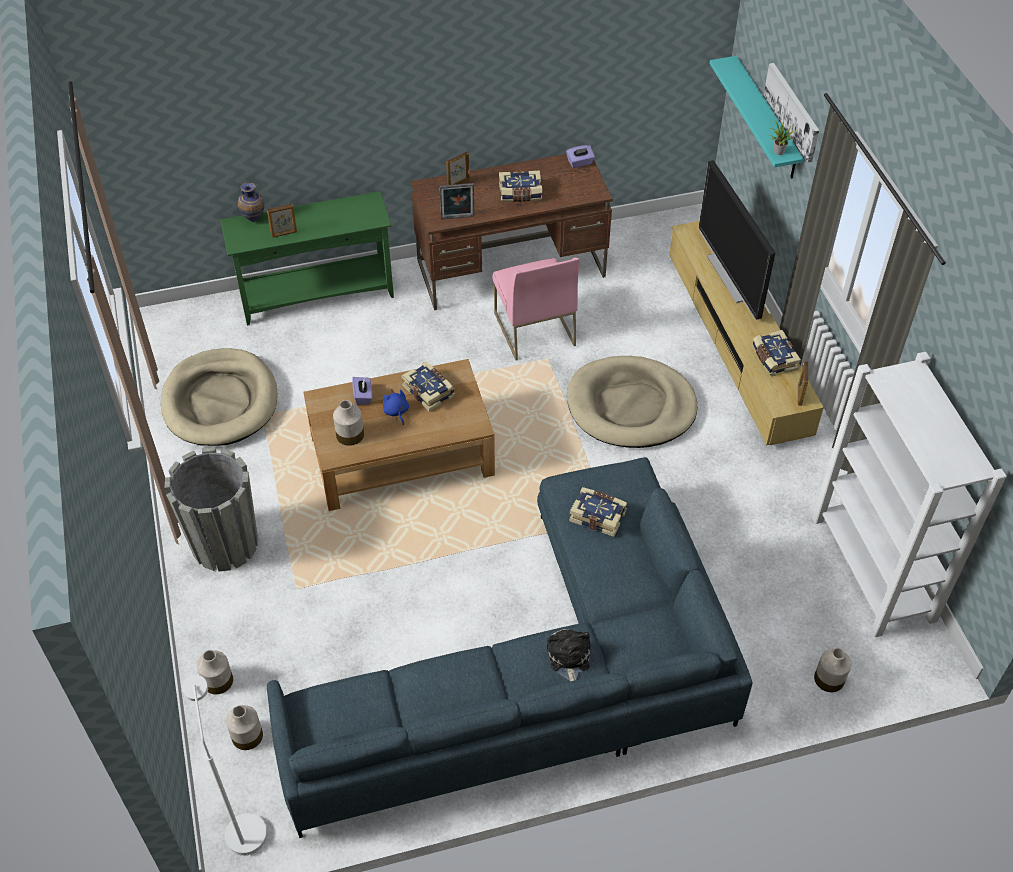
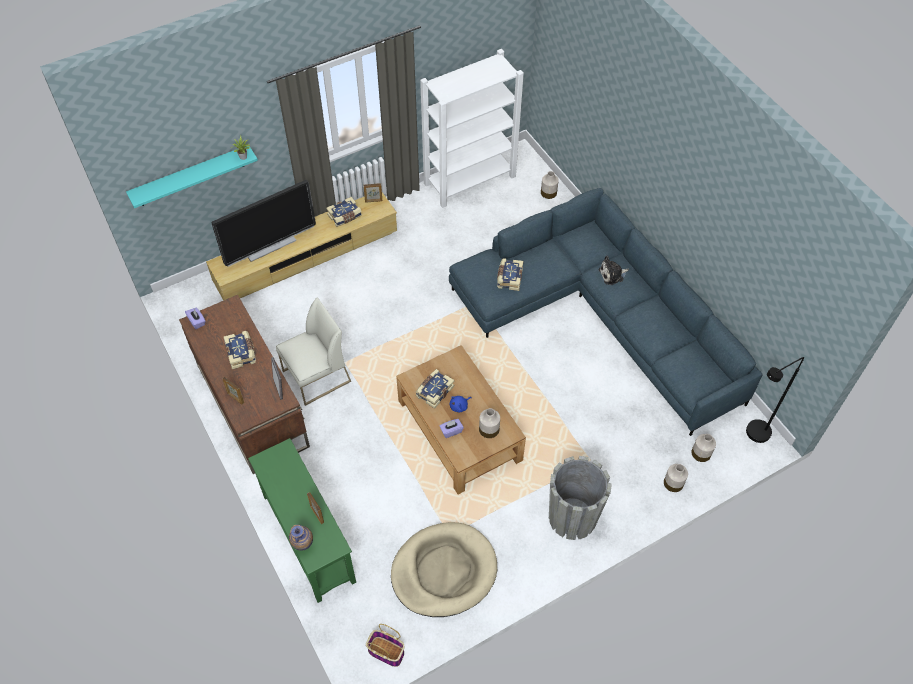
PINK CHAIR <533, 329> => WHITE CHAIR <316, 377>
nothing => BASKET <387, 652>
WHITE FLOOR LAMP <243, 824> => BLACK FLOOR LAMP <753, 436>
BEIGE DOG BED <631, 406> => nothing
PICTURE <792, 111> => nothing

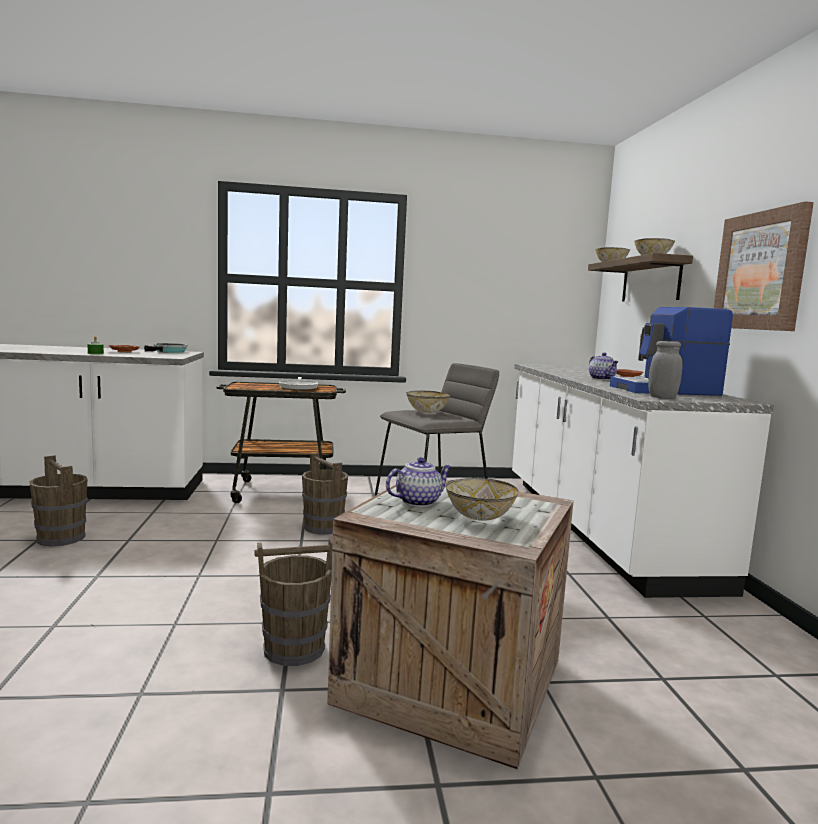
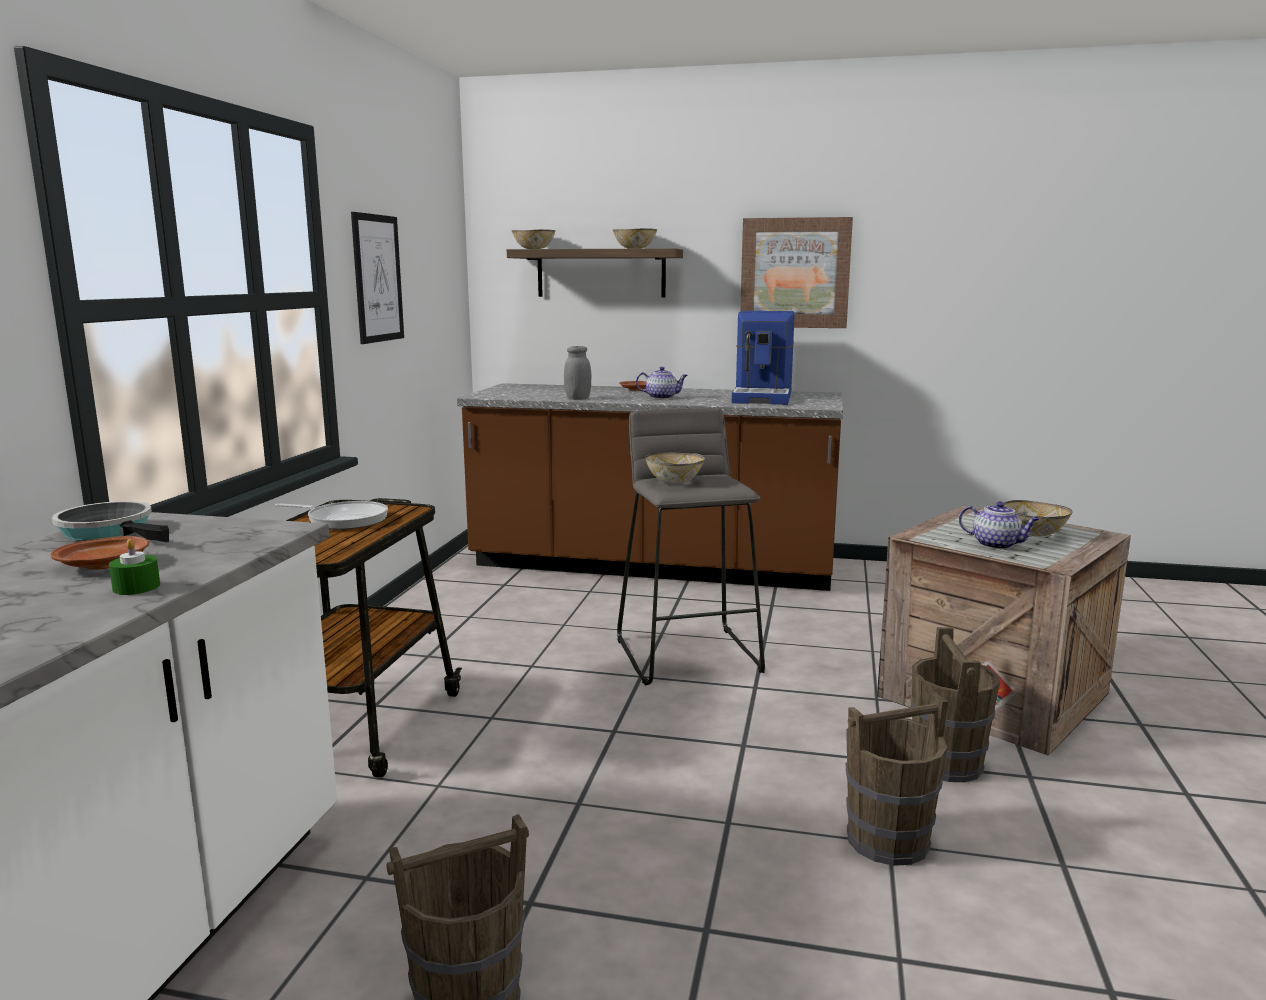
nothing => PICTURE <377, 278>
WHITE COUNTER <597, 527> => BROWN COUNTER <653, 566>
GREY JAR <662, 397> => GREY JAR <578, 399>, shifted
BROWN BUCKET <323, 527> => BROWN BUCKET <888, 840>, shifted
TEAPOT <418, 501> => TEAPOT <997, 545>, 135 degrees clockwise

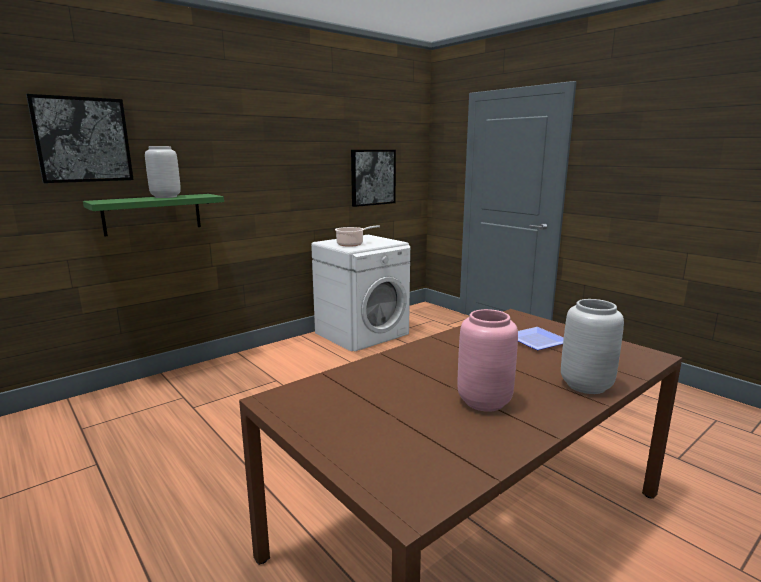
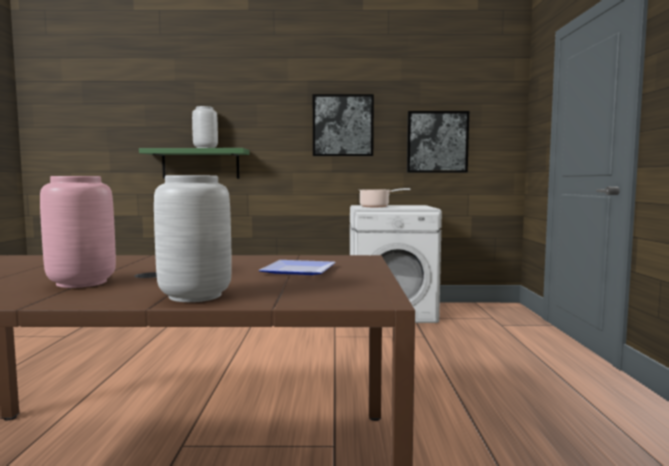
PICTURE <82, 140> => PICTURE <343, 125>, shifted

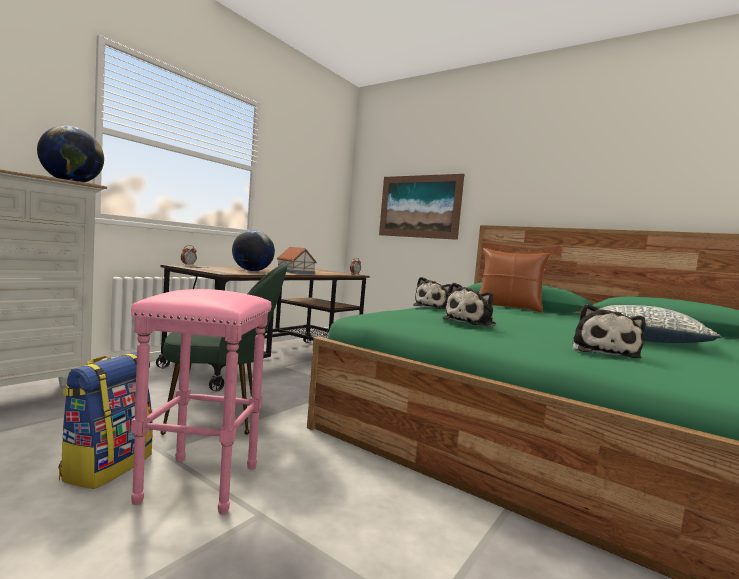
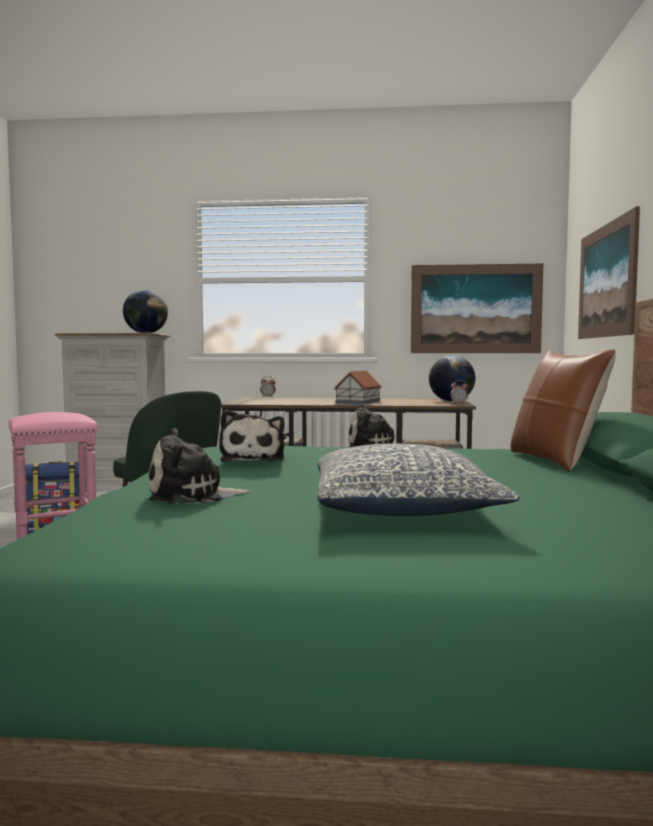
PLUSH TOY <471, 322> => PLUSH TOY <253, 459>, 105 degrees counterclockwise
nothing => PICTURE <475, 309>
GLOBE <252, 271> => GLOBE <451, 401>, shifted

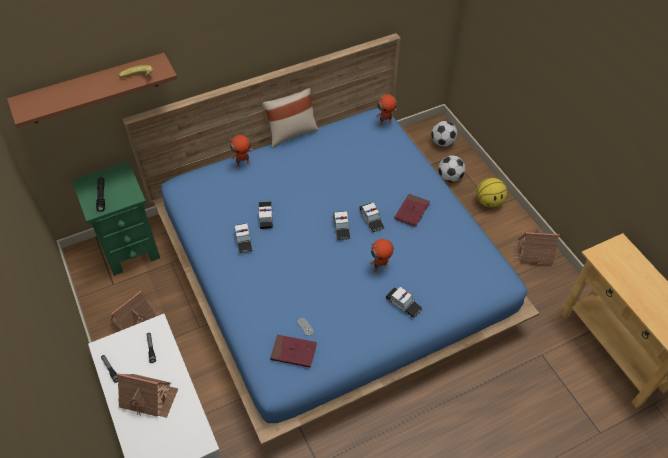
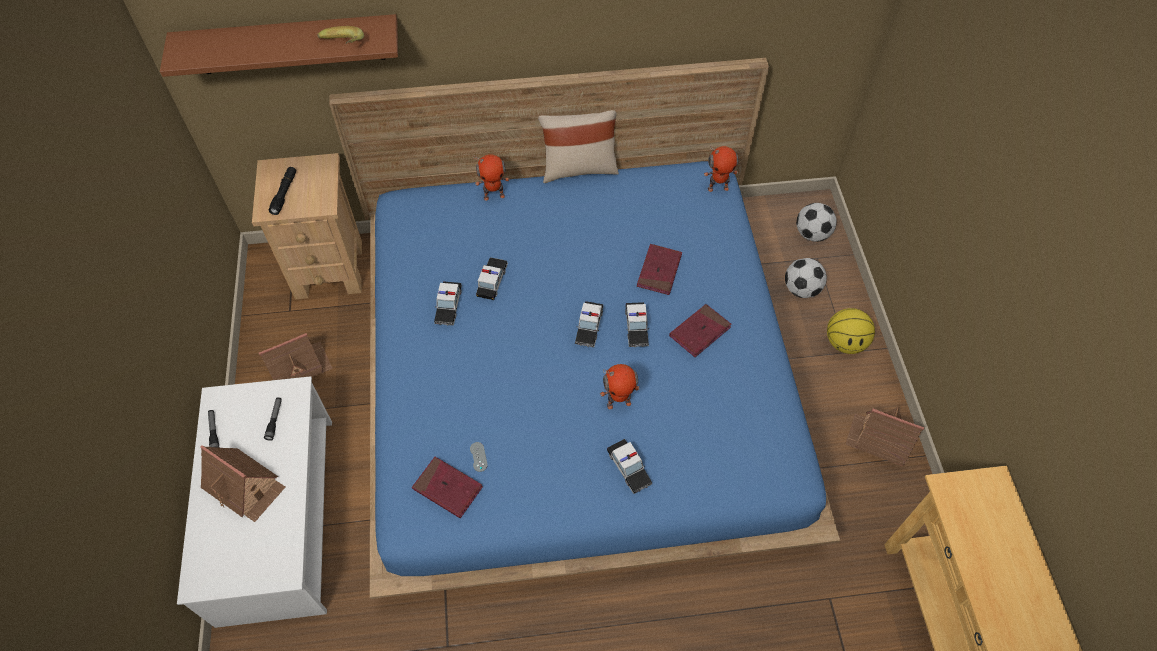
GREEN NIGHTSTAND <131, 250> => BEIGE NIGHTSTAND <330, 270>
nothing => RED BOOK <659, 271>

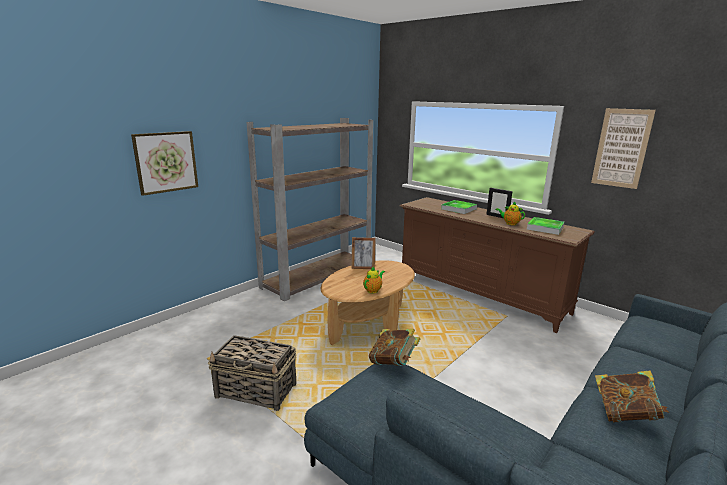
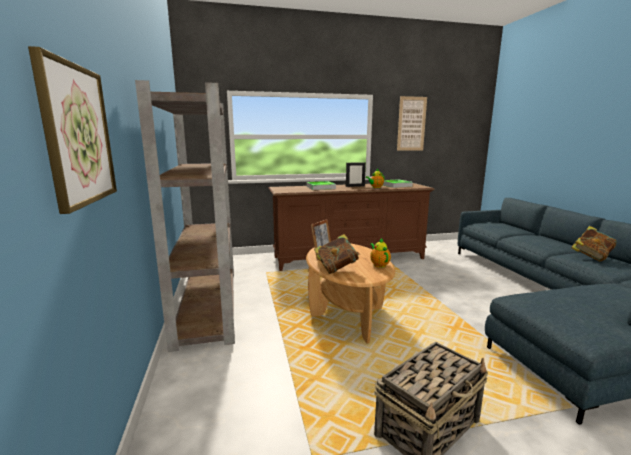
BOOK <393, 362> => BOOK <336, 268>, shifted

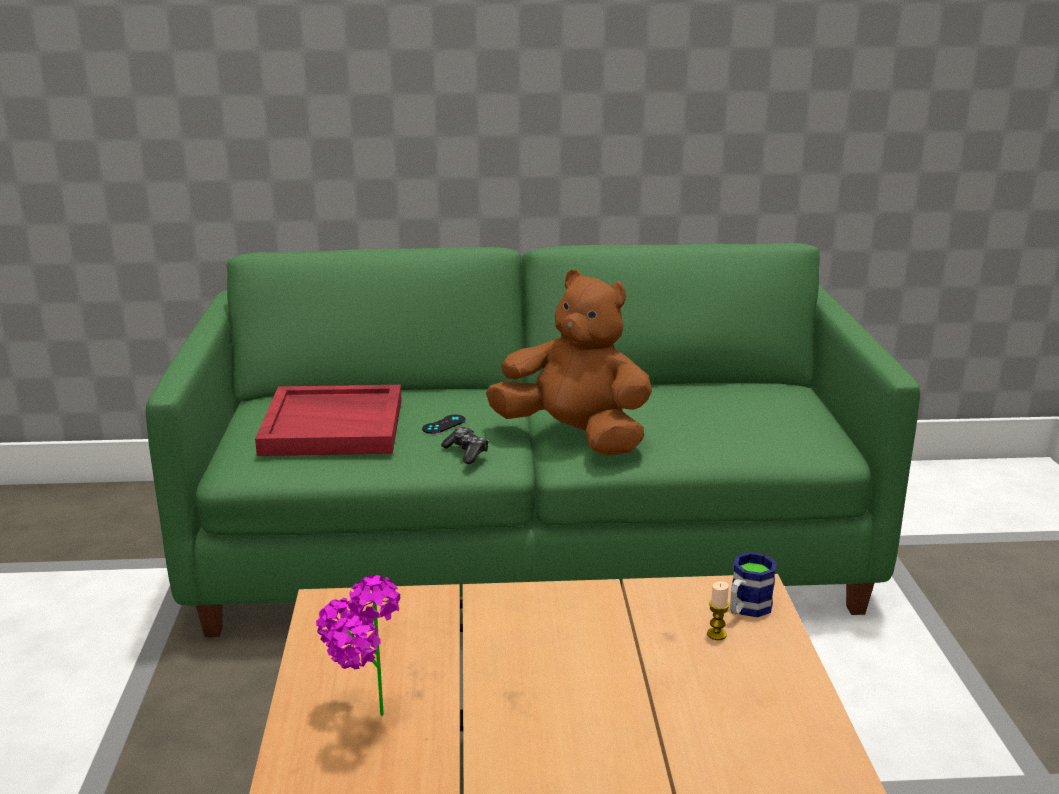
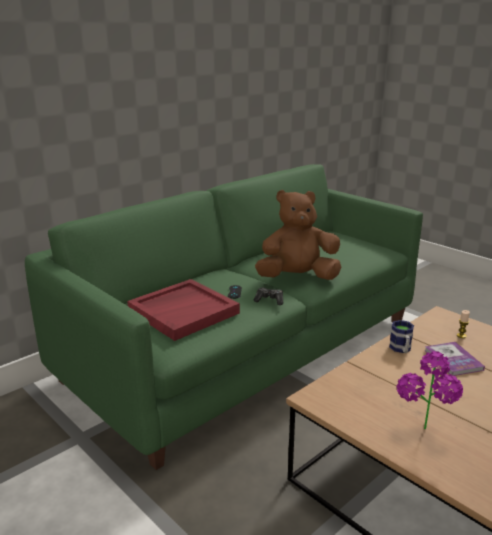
MUG <746, 609> => MUG <401, 349>, shifted
nothing => BOOK <453, 360>

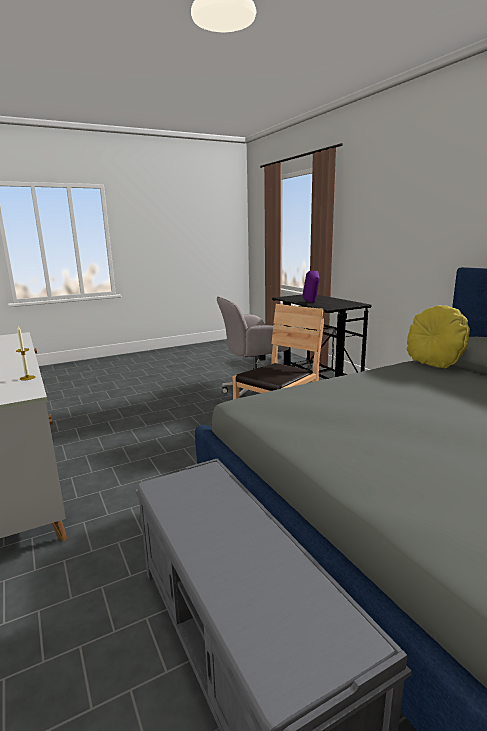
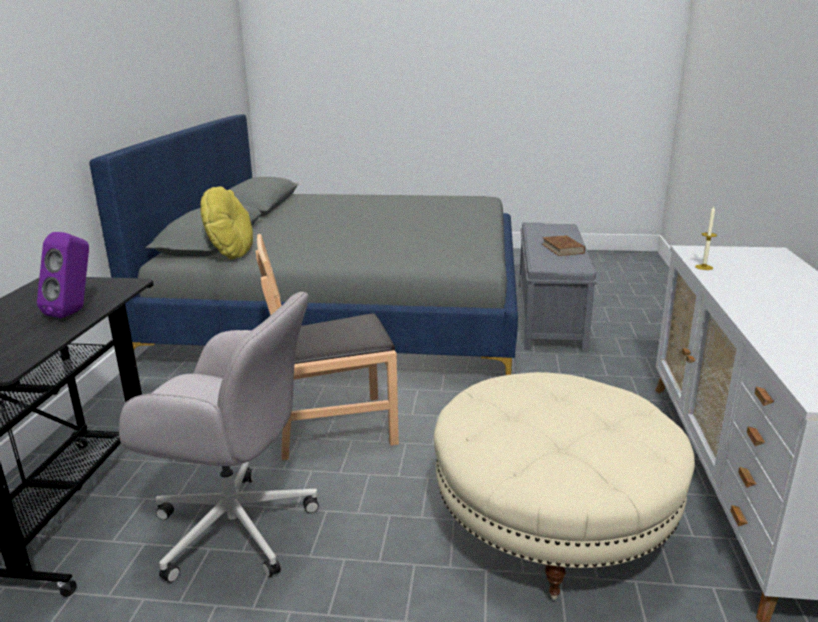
nothing => BEIGE OTTOMAN <553, 522>
nothing => BROWN BOOK <562, 249>

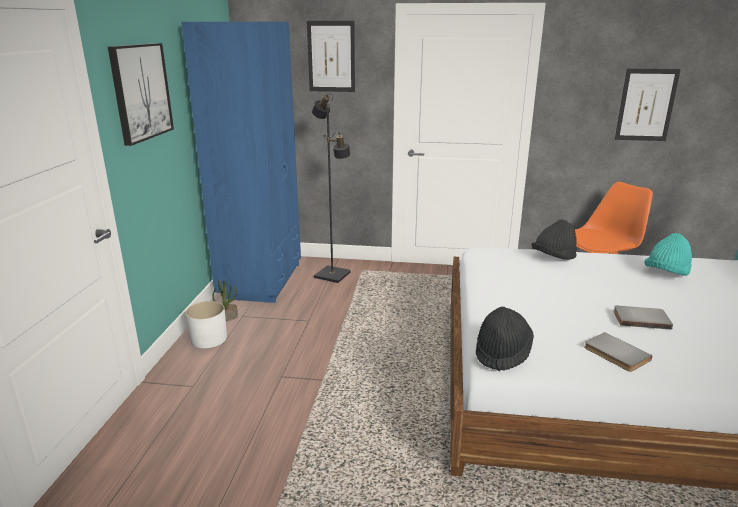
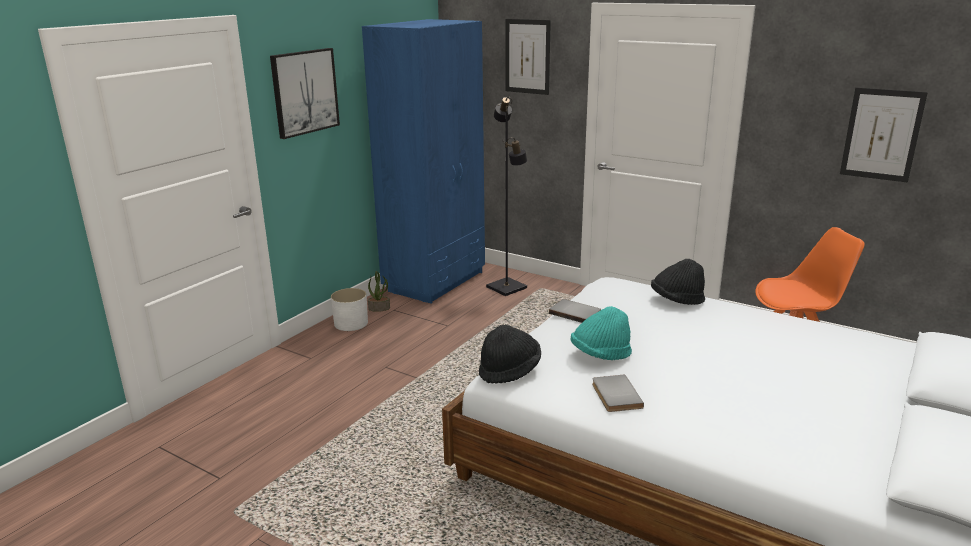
GREY BOOK <640, 318> => GREY BOOK <575, 313>, shifted
TURQUOISE HAT <666, 274> => TURQUOISE HAT <600, 354>, shifted

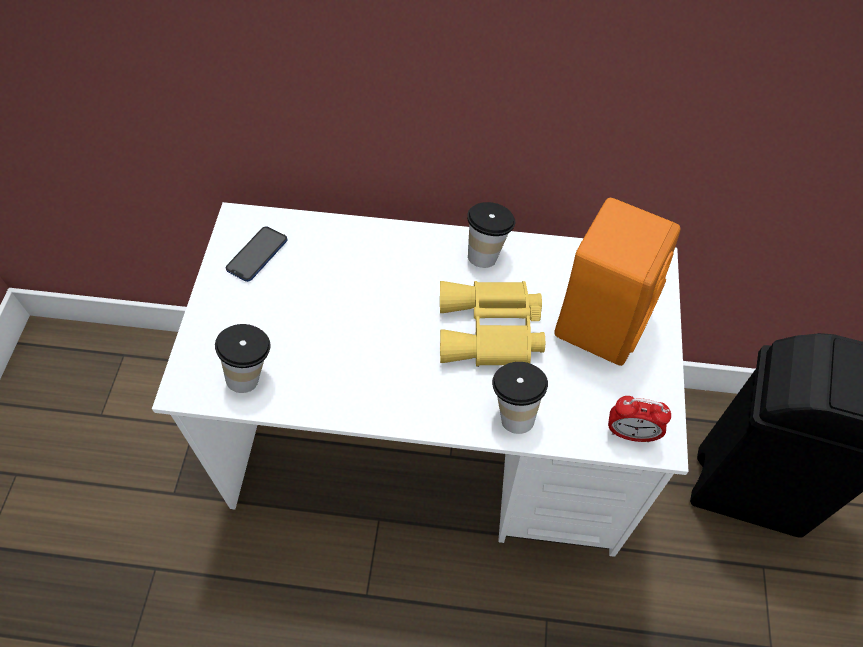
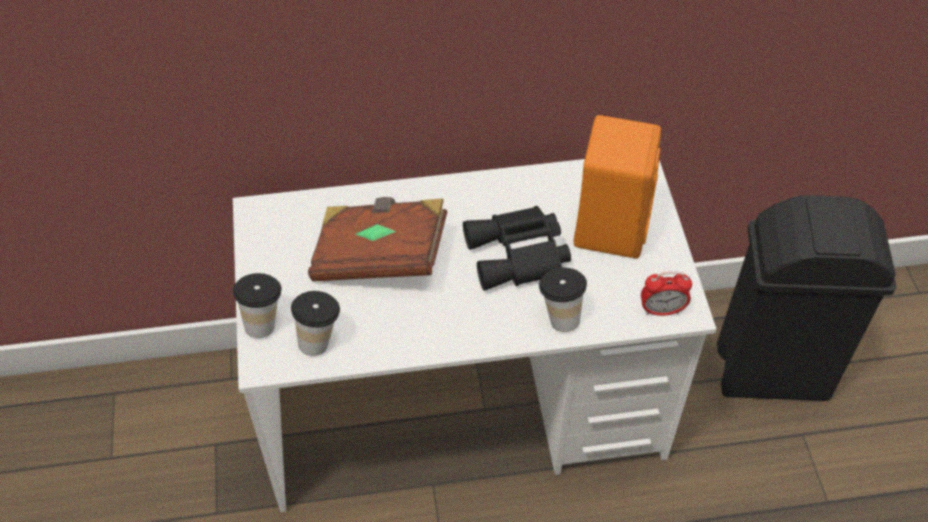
CUP <486, 253> => CUP <264, 321>, shifted
nothing => BROWN BOOK <380, 256>
YELLOW BINOCULARS <491, 332> => BLACK BINOCULARS <519, 256>
PHONE <257, 255> => nothing

